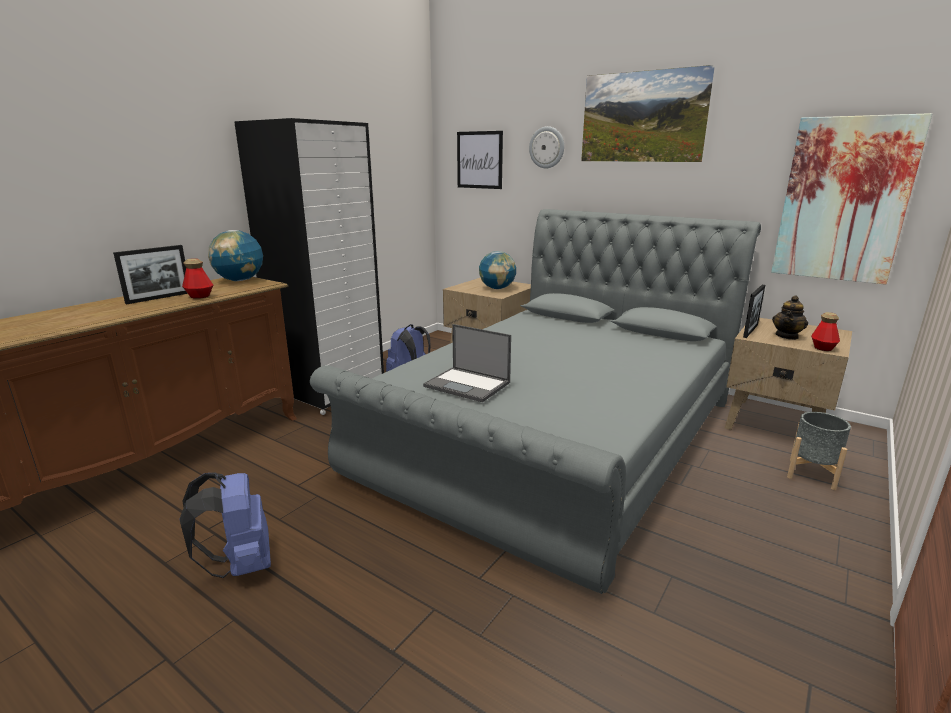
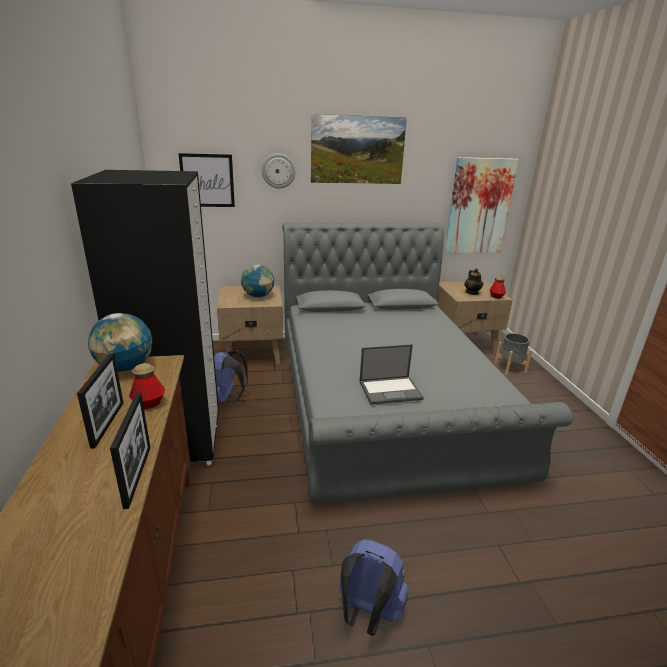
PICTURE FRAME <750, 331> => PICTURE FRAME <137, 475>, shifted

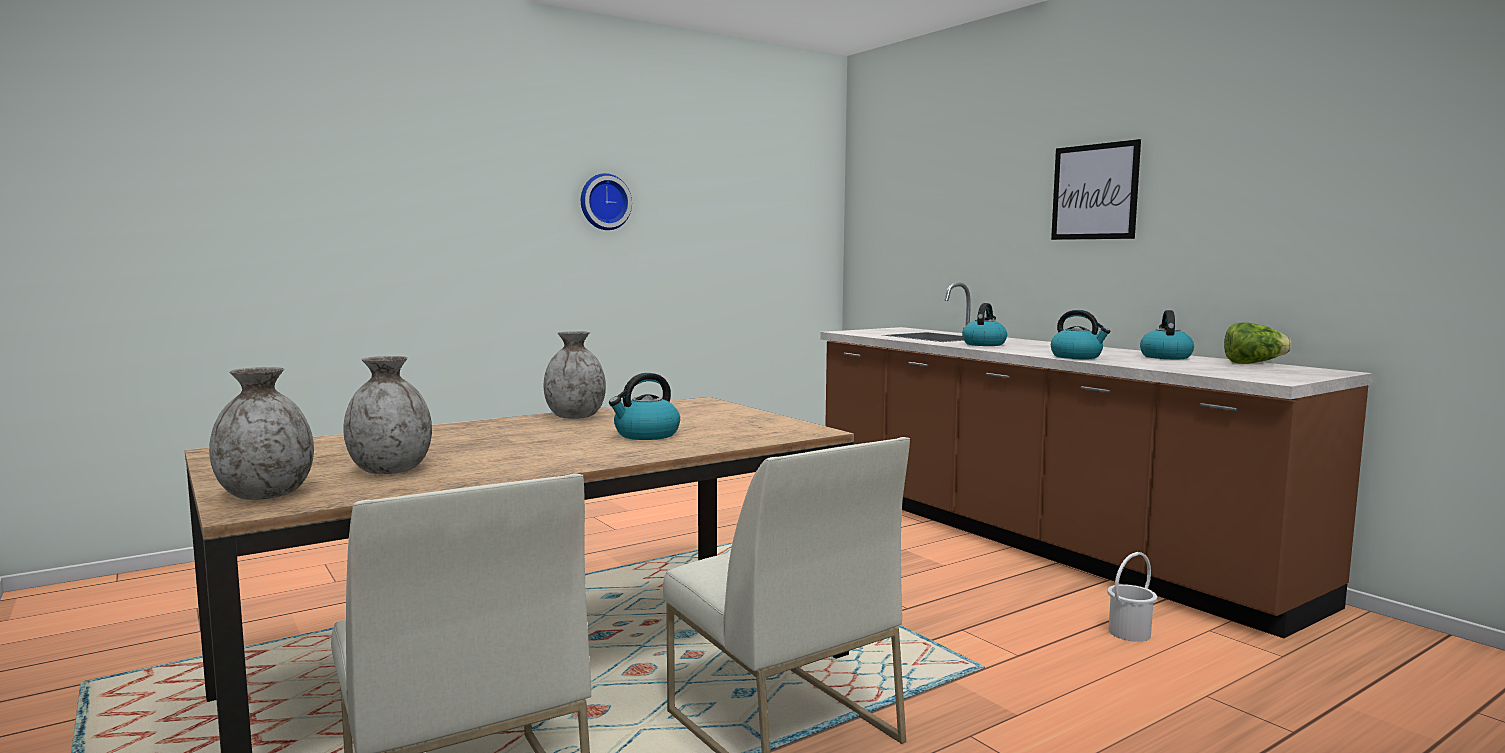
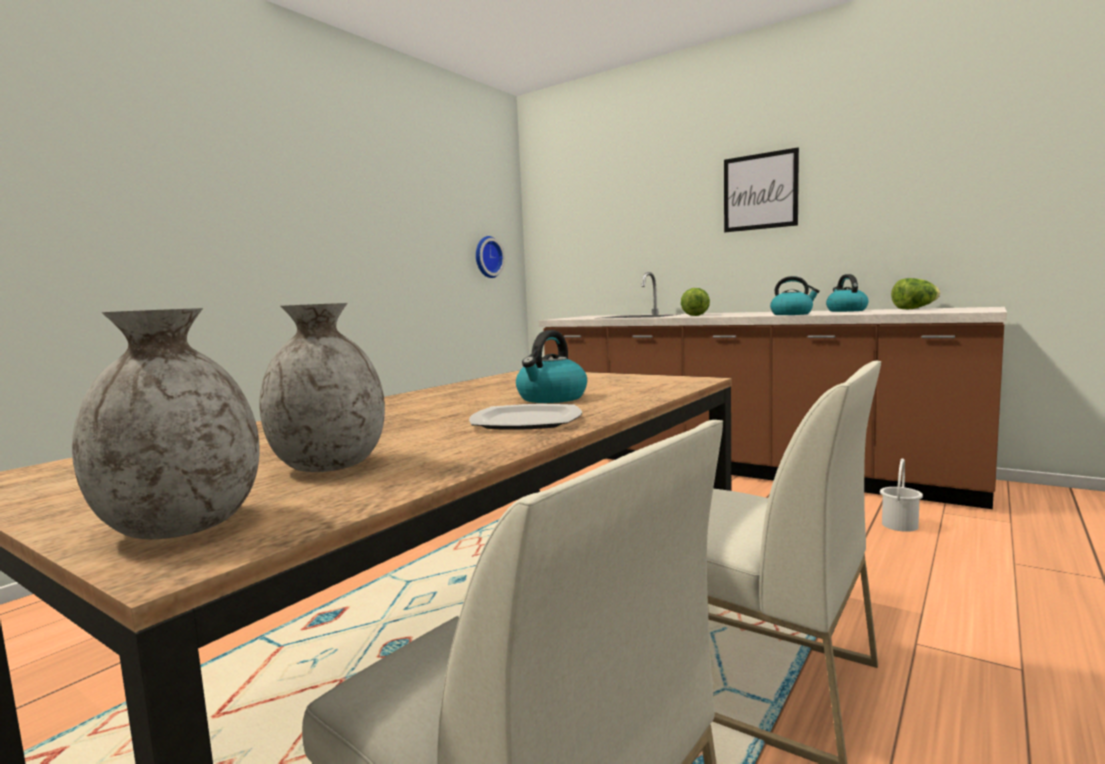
nothing => PLATE <525, 421>
WALL CLOCK <604, 202> => WALL CLOCK <487, 257>, shifted
KETTLE <984, 344> => LETTUCE <694, 315>
GREY VASE <576, 417> => nothing

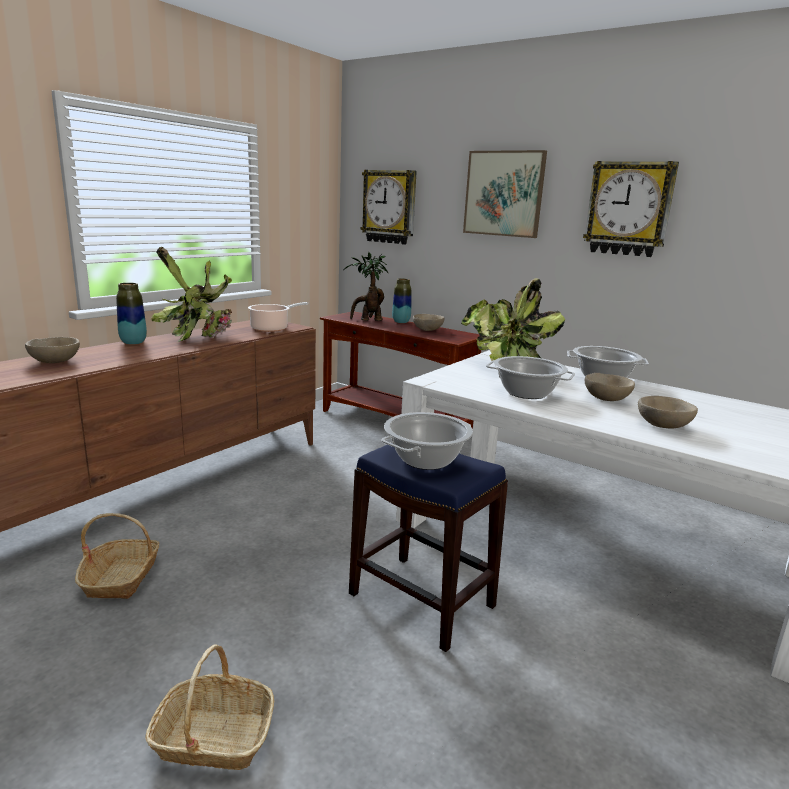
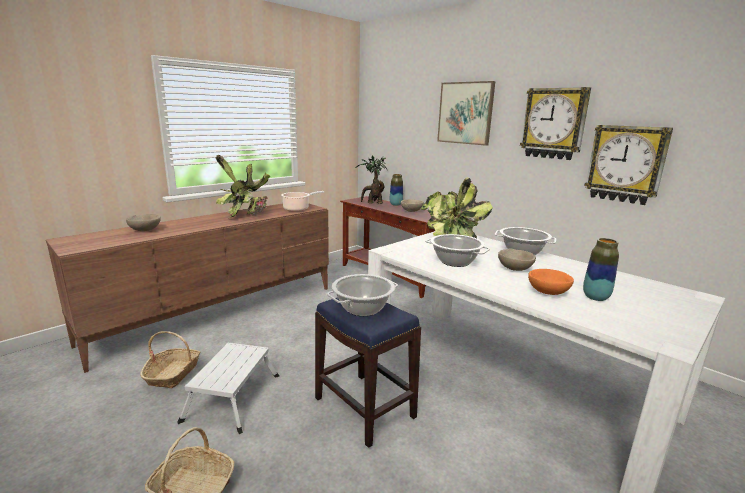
nothing => WHITE STEP LADDER <233, 397>
BEIGE BOWL <663, 425> => ORANGE BOWL <548, 292>
VASE <133, 342> => VASE <595, 297>, shifted
WALL CLOCK <389, 207> => WALL CLOCK <625, 164>, shifted

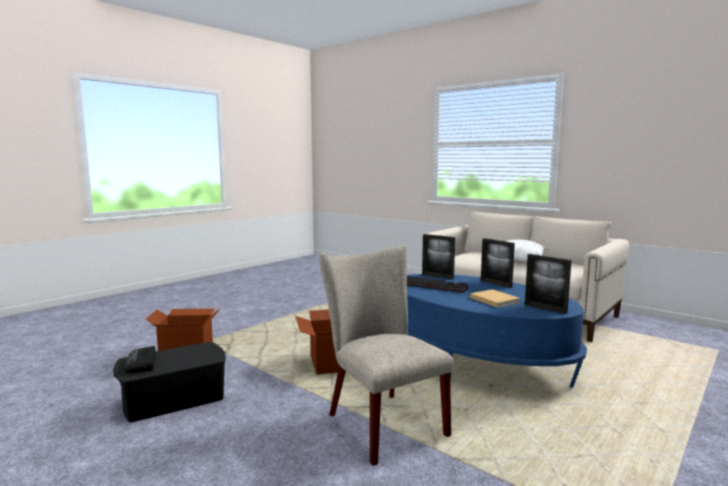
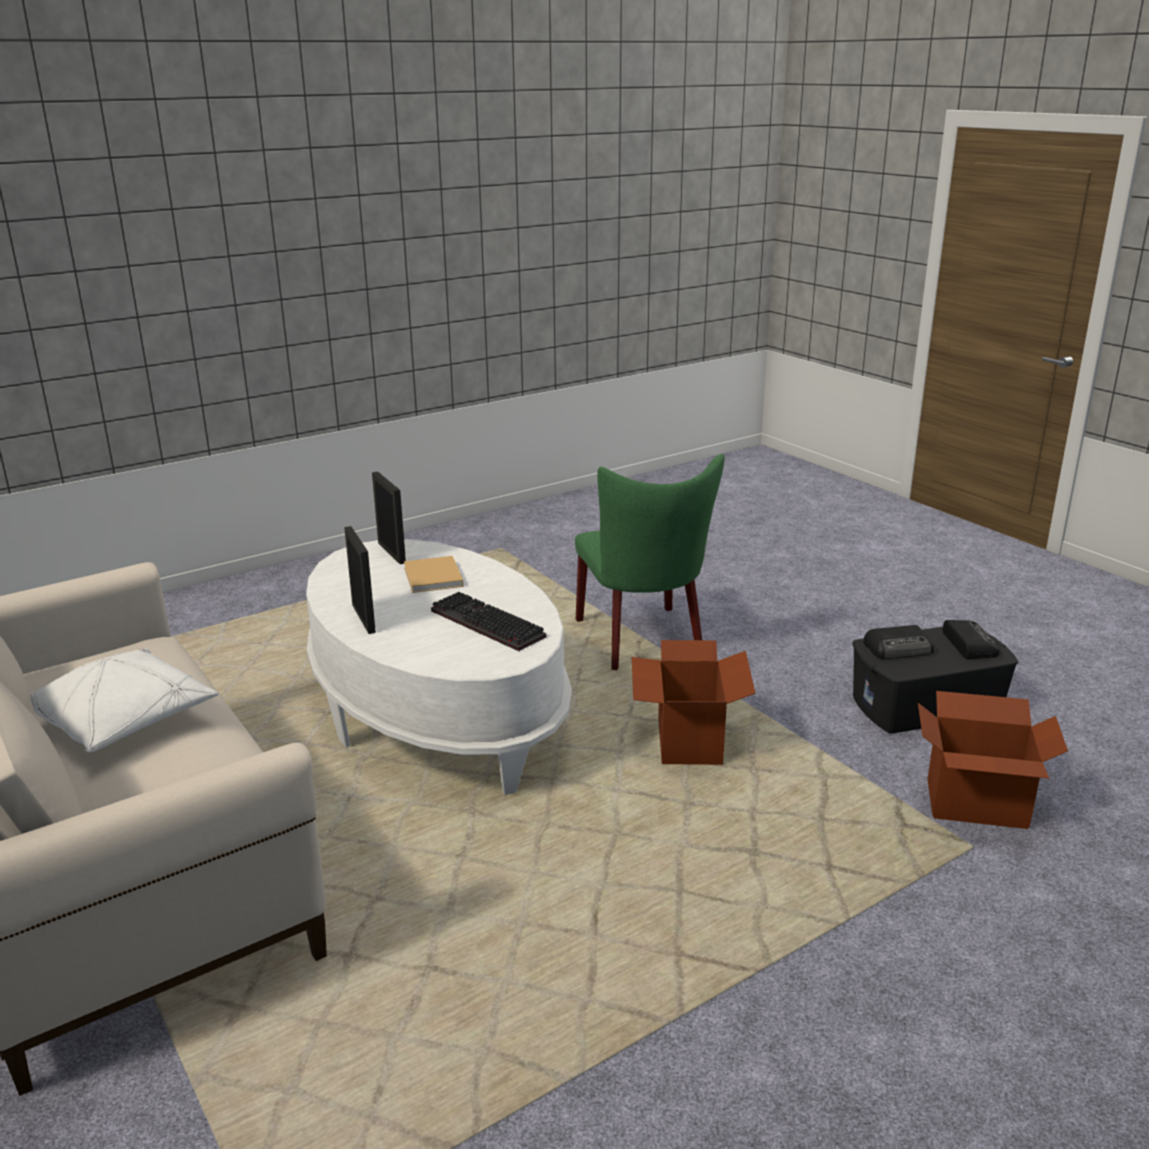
BLUE COFFEE TABLE <475, 362> => WHITE COFFEE TABLE <437, 712>
BEIGE CHAIR <380, 422> => GREEN CHAIR <643, 643>
nothing => RADIO <899, 648>
PICTURE FRAME <437, 276> => nothing

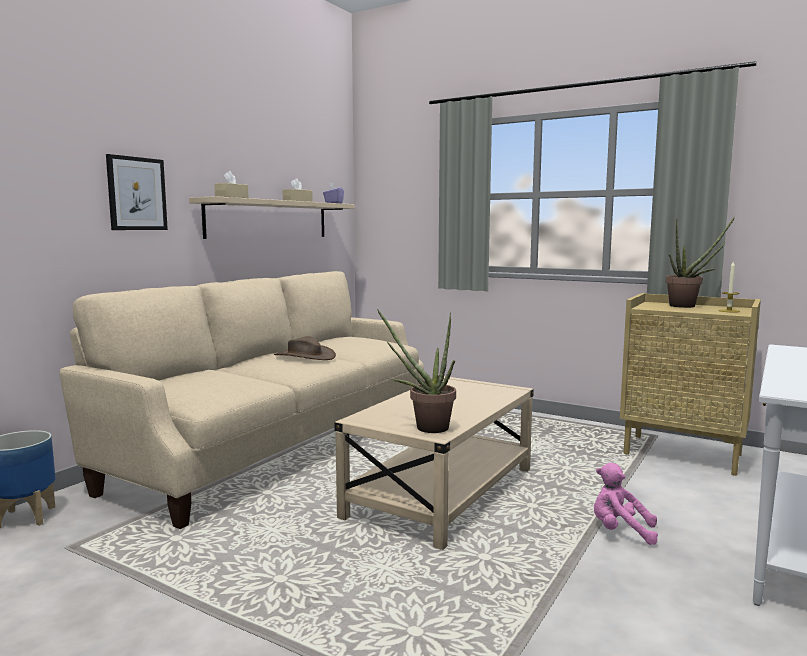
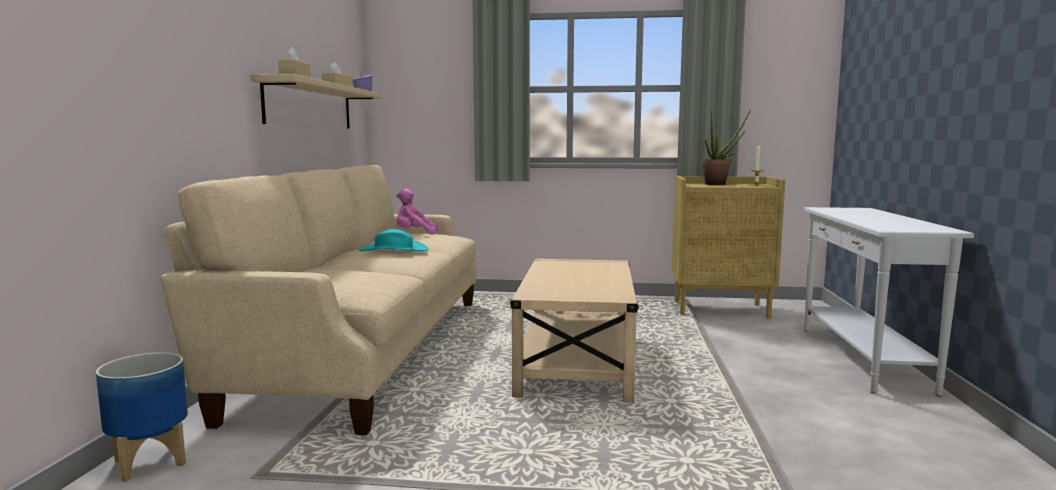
BROWN HAT <304, 356> => TURQUOISE HAT <393, 250>
PINK PLUSH TOY <620, 531> => PINK PLUSH TOY <414, 234>, shifted
PICTURE <137, 194> => nothing
POTTED PLANT <425, 427> => nothing

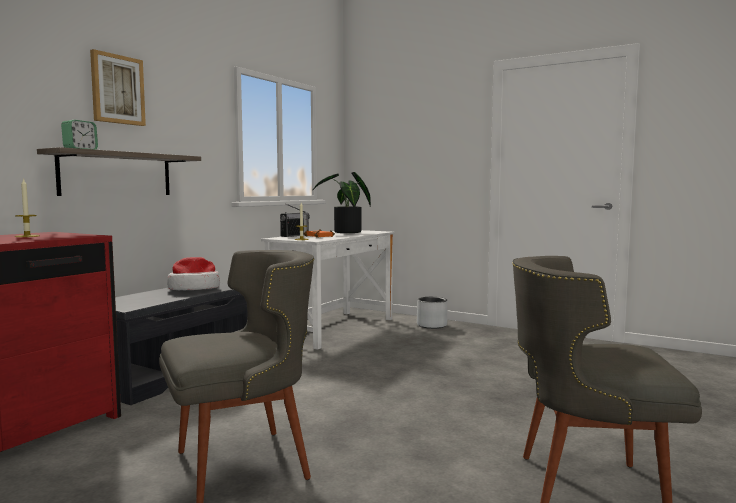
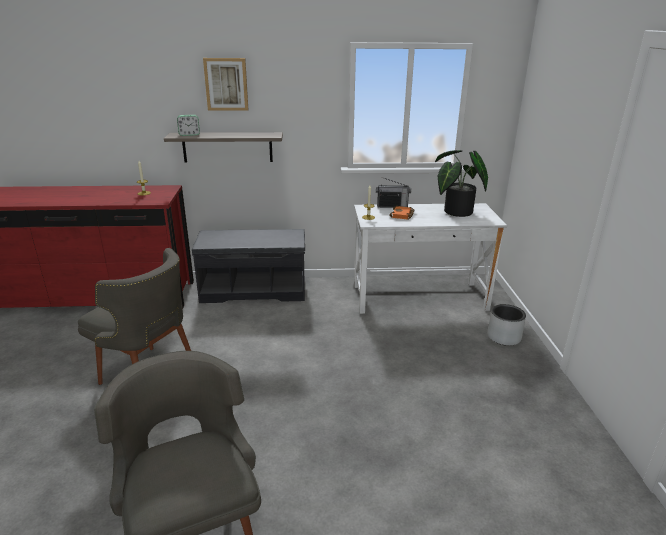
HAT <194, 288> => nothing

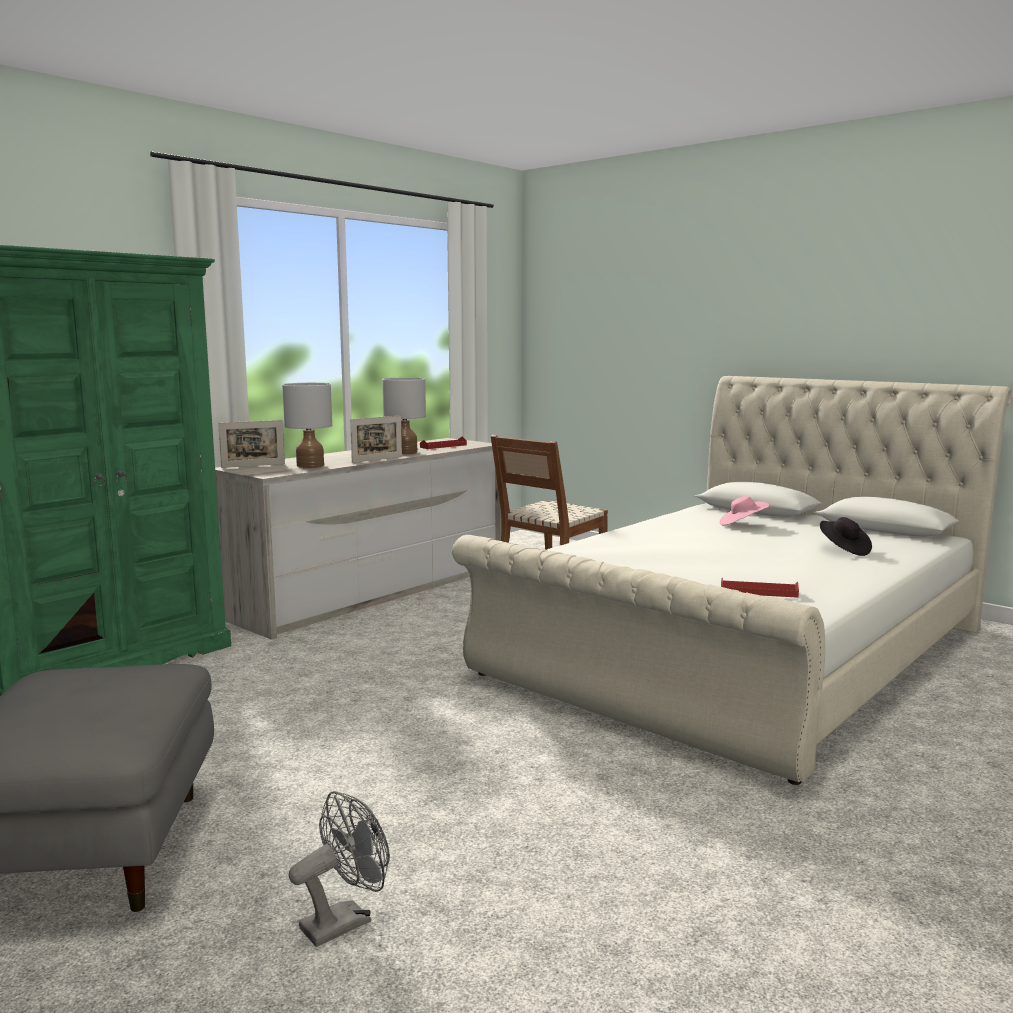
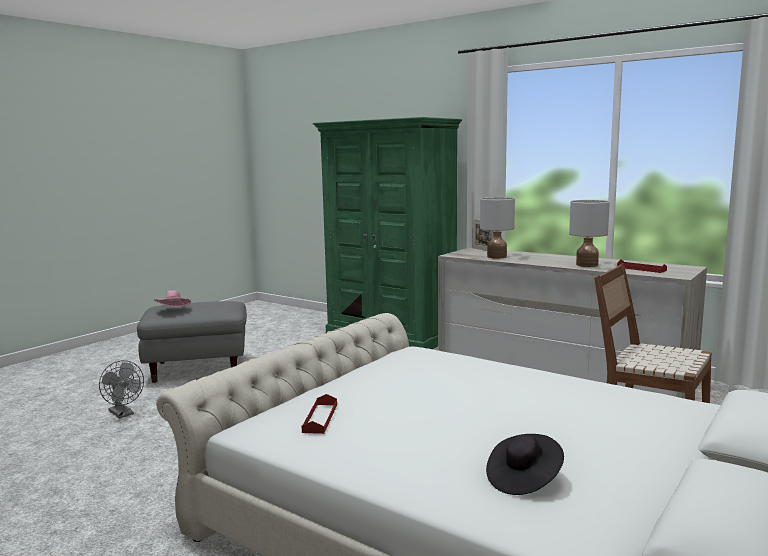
PINK HAT <742, 524> => PINK HAT <173, 310>, shifted
PICTURE FRAME <377, 459> => nothing

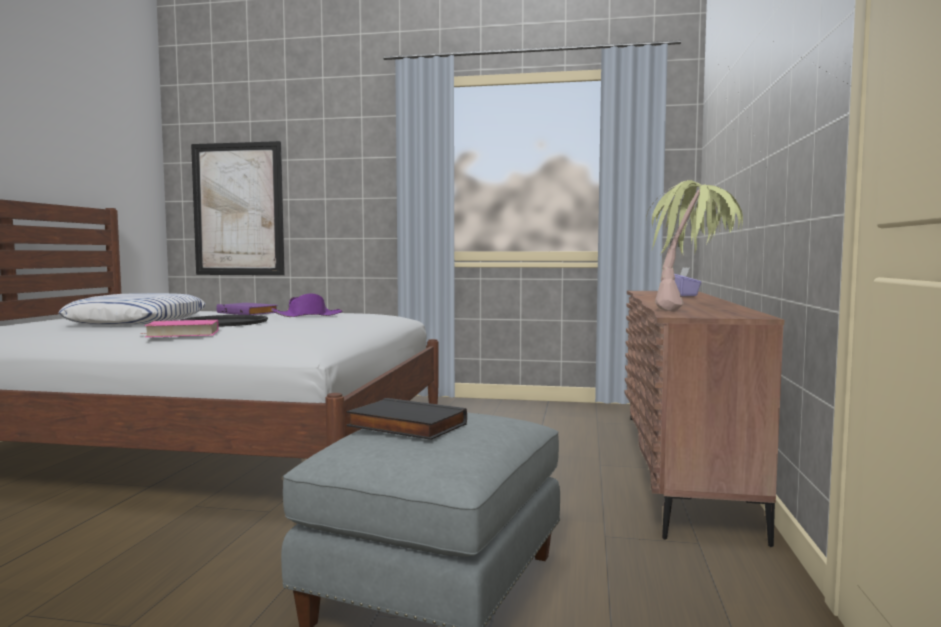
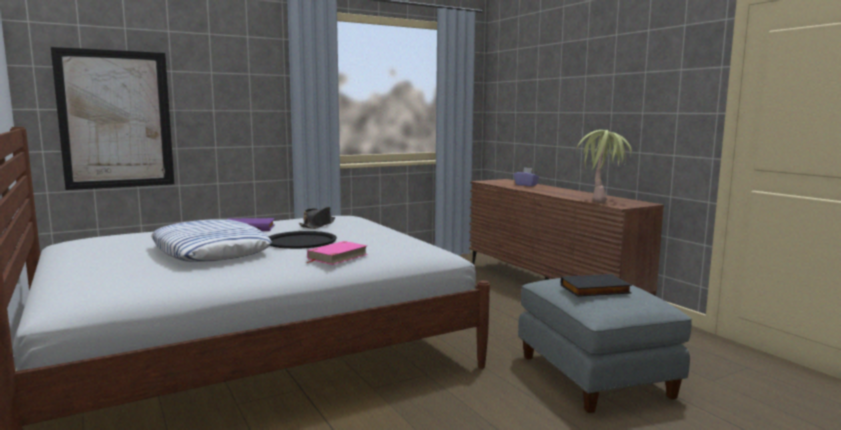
PURPLE HAT <307, 316> => BLACK HAT <318, 225>

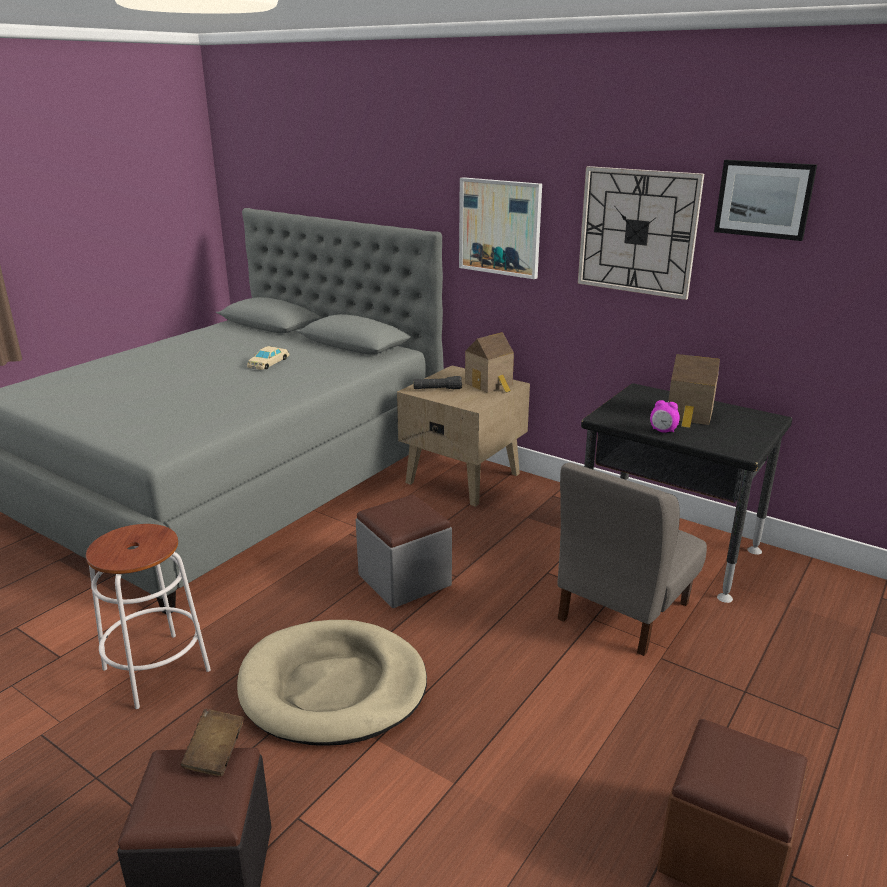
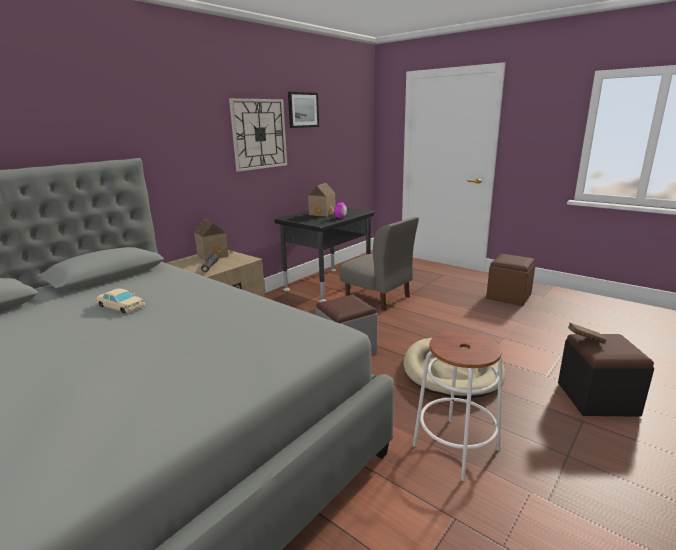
PICTURE <500, 227> => nothing

